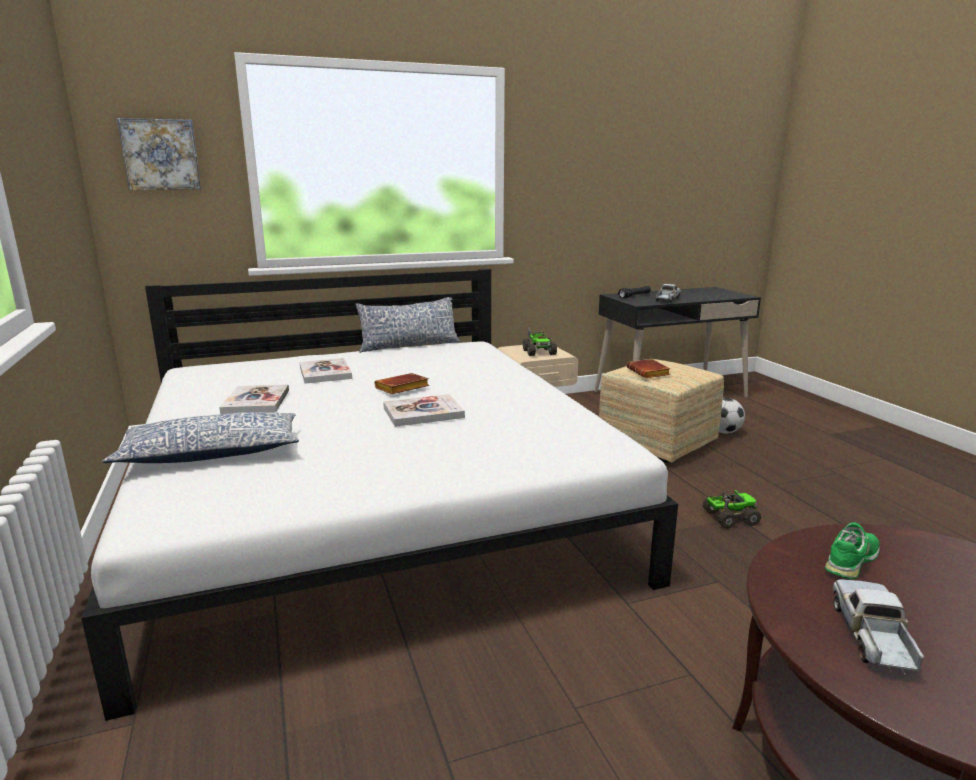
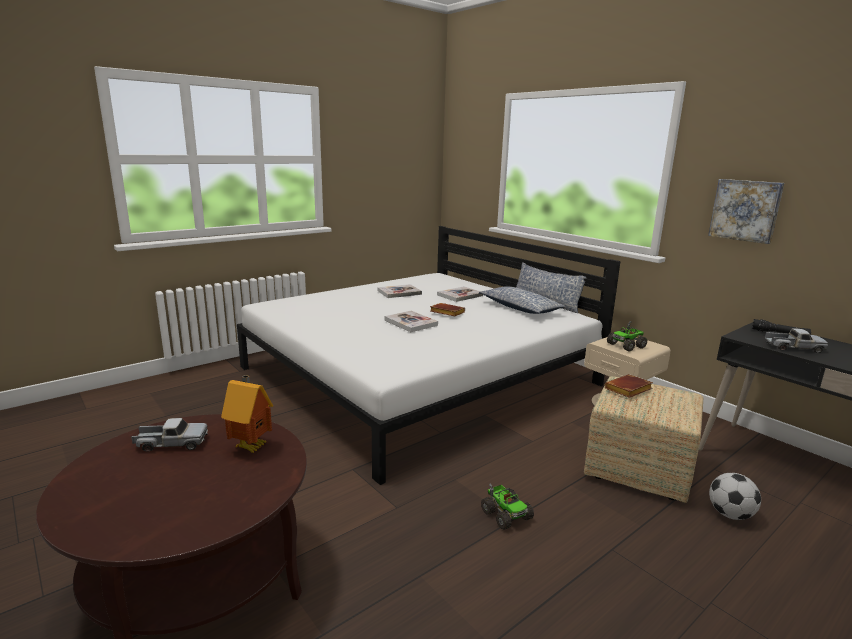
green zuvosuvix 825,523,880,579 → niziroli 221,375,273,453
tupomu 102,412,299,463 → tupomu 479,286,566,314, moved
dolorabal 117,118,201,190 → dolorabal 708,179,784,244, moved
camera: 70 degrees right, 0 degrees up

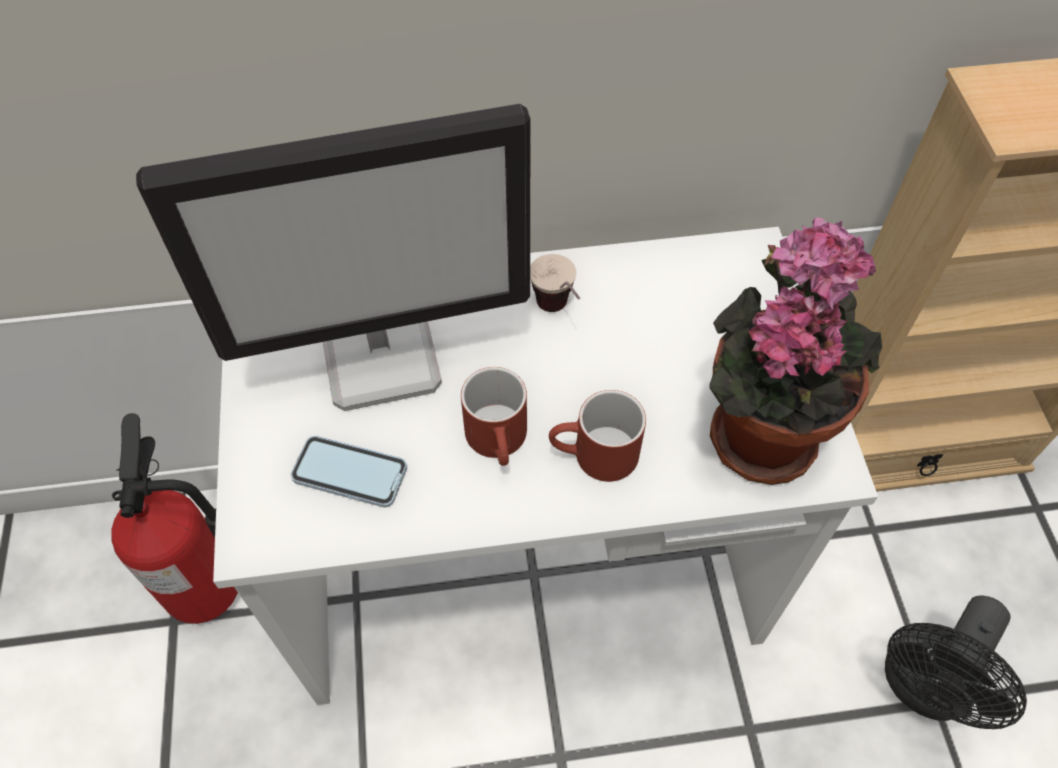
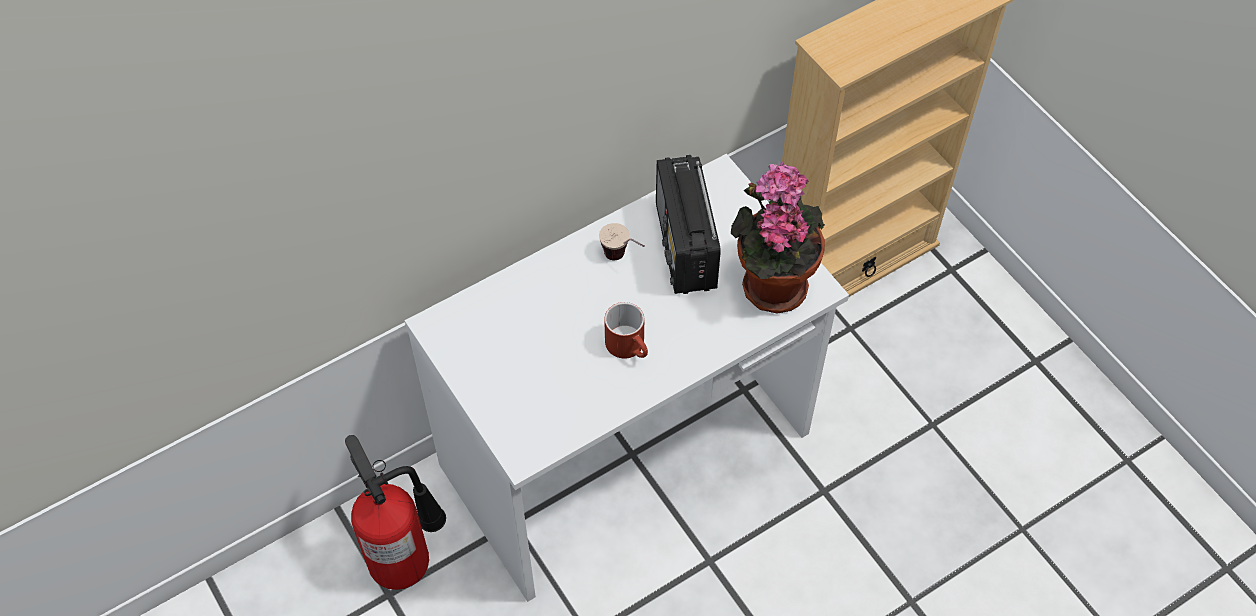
- → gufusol 656,155,721,294
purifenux 136,104,530,411 → -
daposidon 291,436,407,507 → -
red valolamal 549,390,646,482 → -
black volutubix 885,596,1027,729 → -
camera: 25 degrees left, 0 degrees up

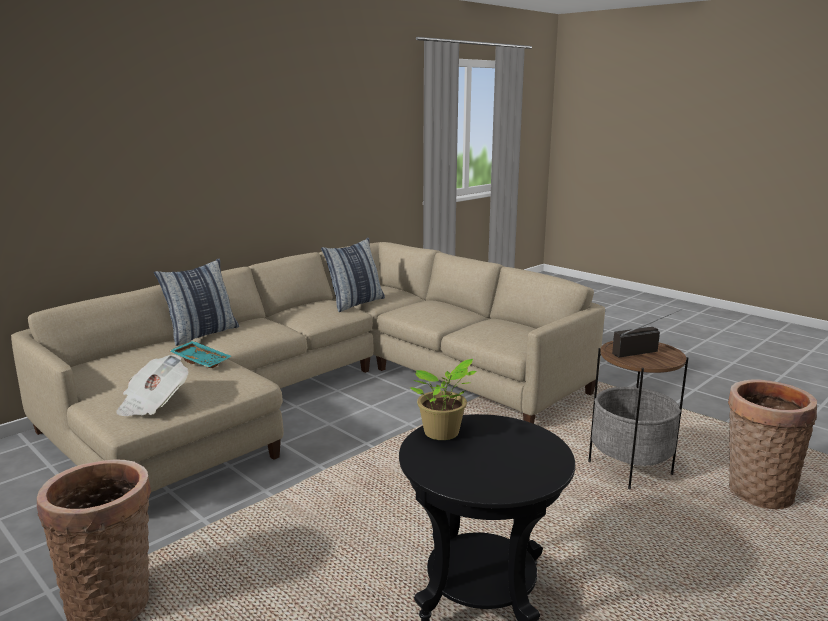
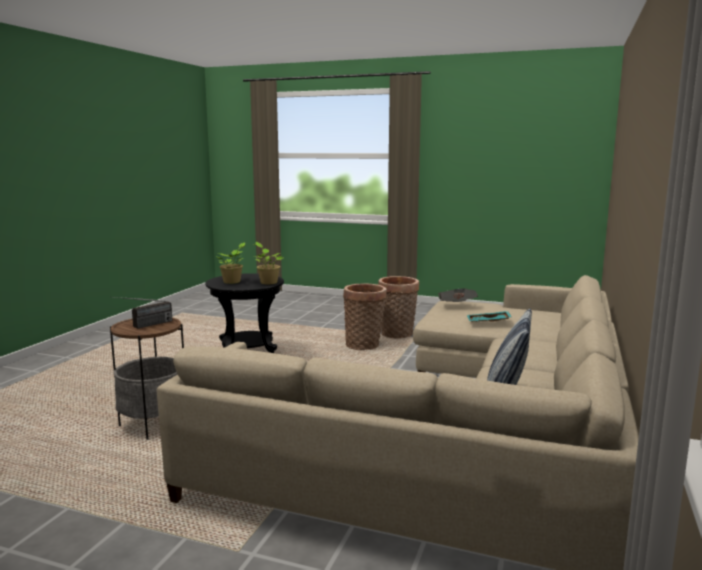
- → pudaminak 215,242,245,284
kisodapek 728,379,817,509 → kisodapek 343,283,387,350, moved
tupomu 154,258,239,346 → -
camera: 155 degrees right, 5 degrees down

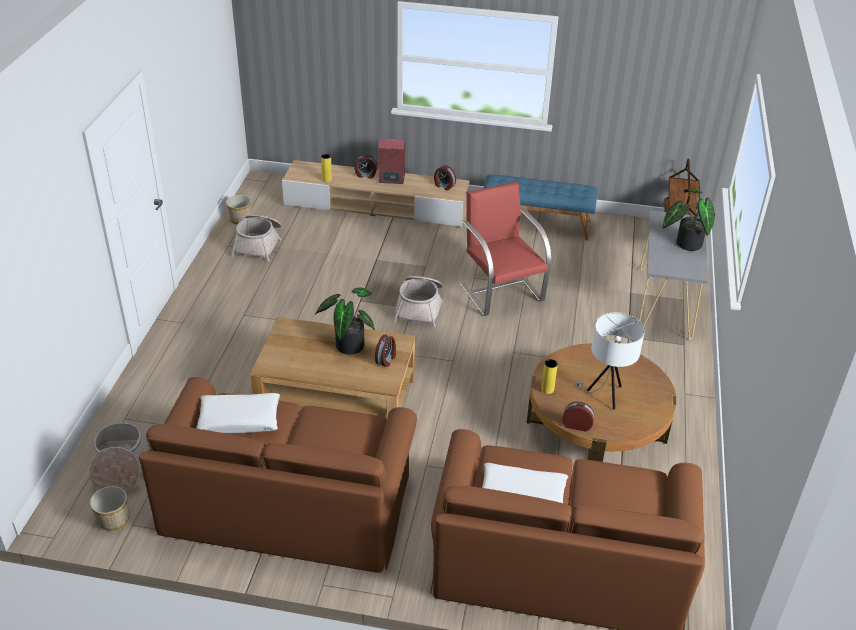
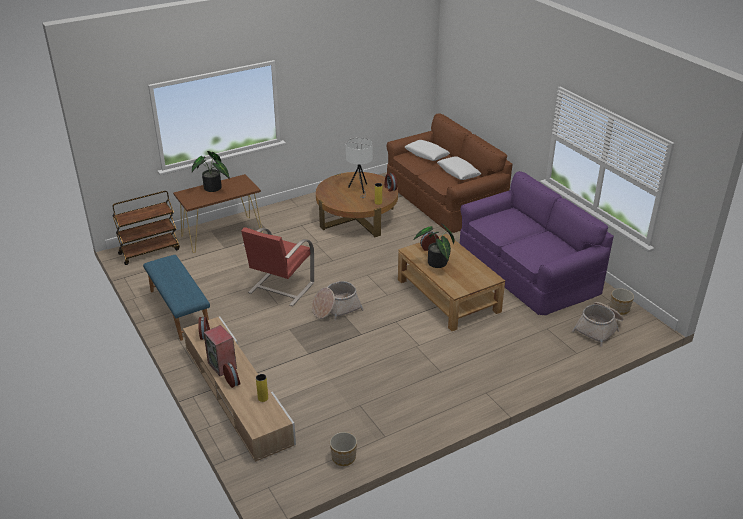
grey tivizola 639,210,708,339 → brown tivizola 173,174,263,253
white tupomu 197,393,280,433 → white tupomu 405,140,450,161, moved
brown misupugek 139,377,417,573 → purple misupugek 460,171,614,315
kisodapek 231,214,282,262 → -
camera: 130 degrees left, 5 degrees down

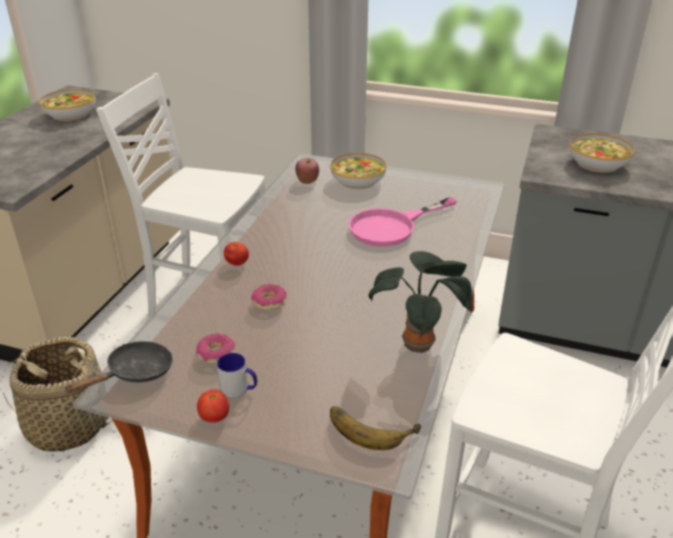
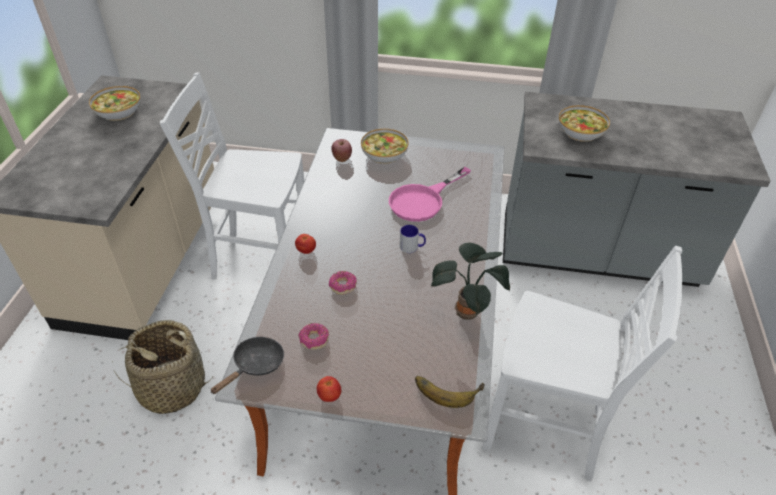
valolamal 217,353,257,398 → valolamal 400,225,426,253, moved
camera: 10 degrees left, 10 degrees up

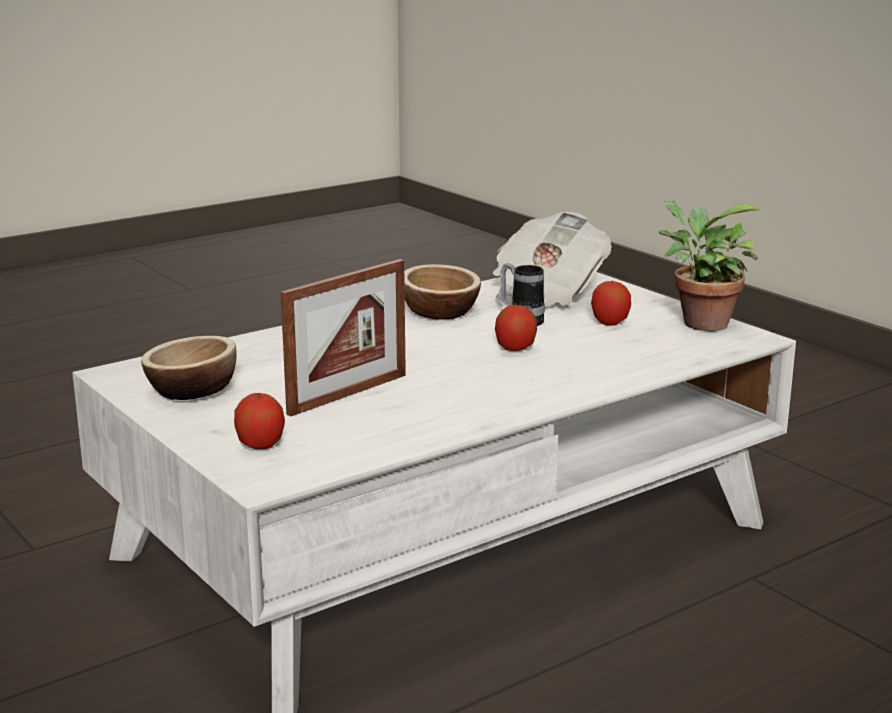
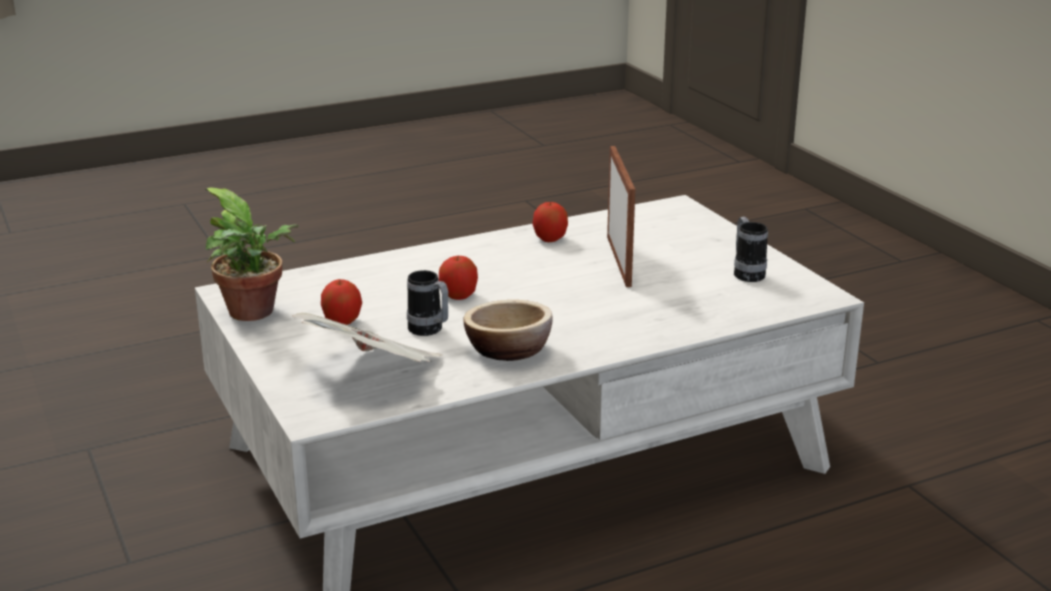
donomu 234,393,285,449 → donomu 533,202,568,242, moved
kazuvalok 281,259,406,417 → kazuvalok 607,146,635,287, 120 degrees clockwise
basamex 141,336,237,400 → valolamal 734,216,768,282
camera: 170 degrees left, 5 degrees up

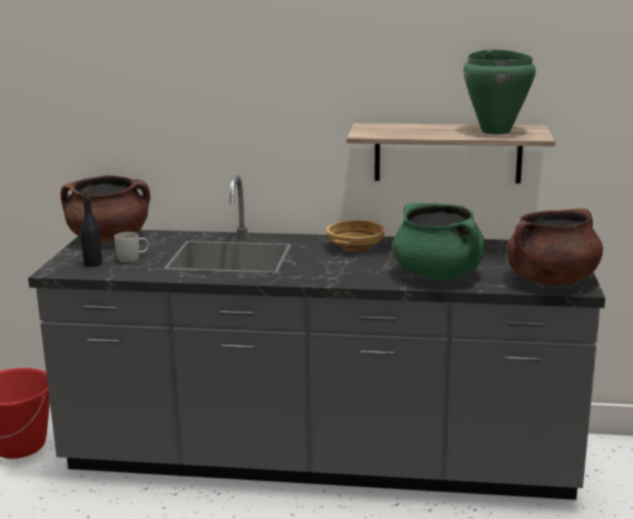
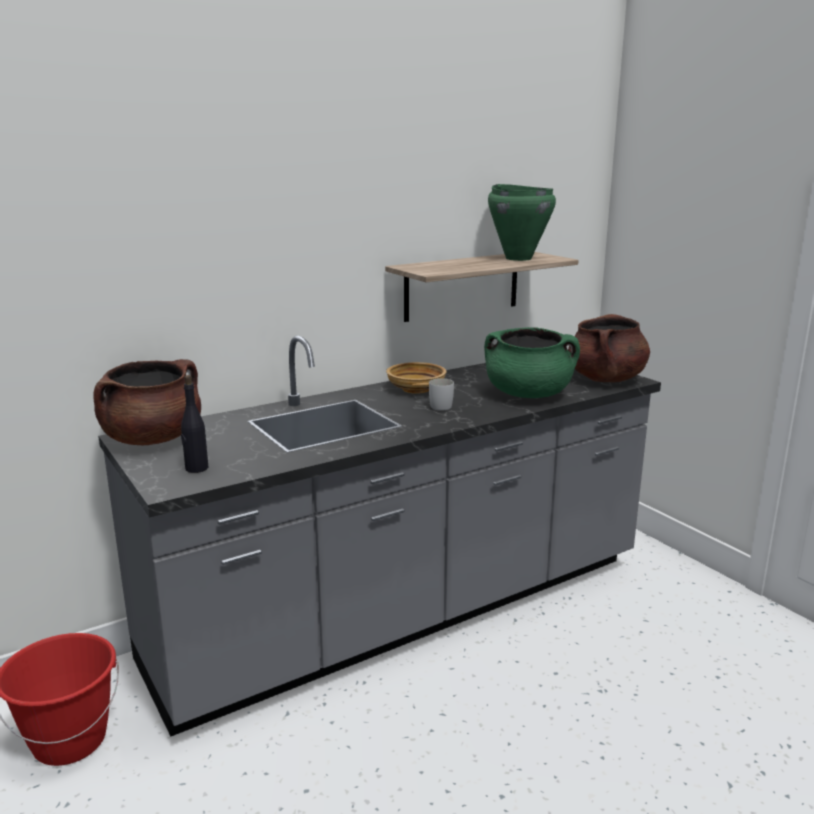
white valolamal 114,232,149,262 → white valolamal 429,378,454,411, moved
camera: 40 degrees left, 0 degrees up

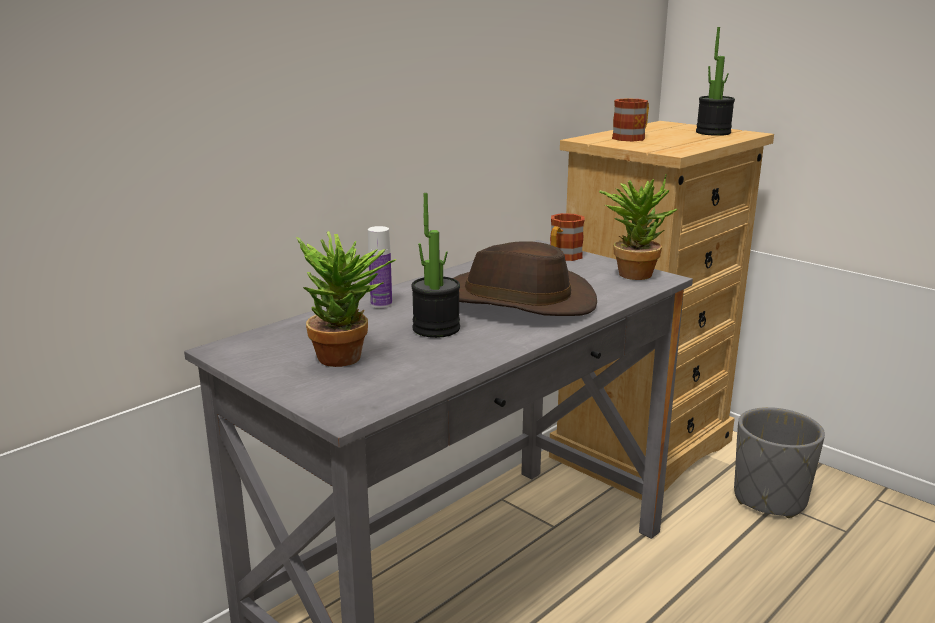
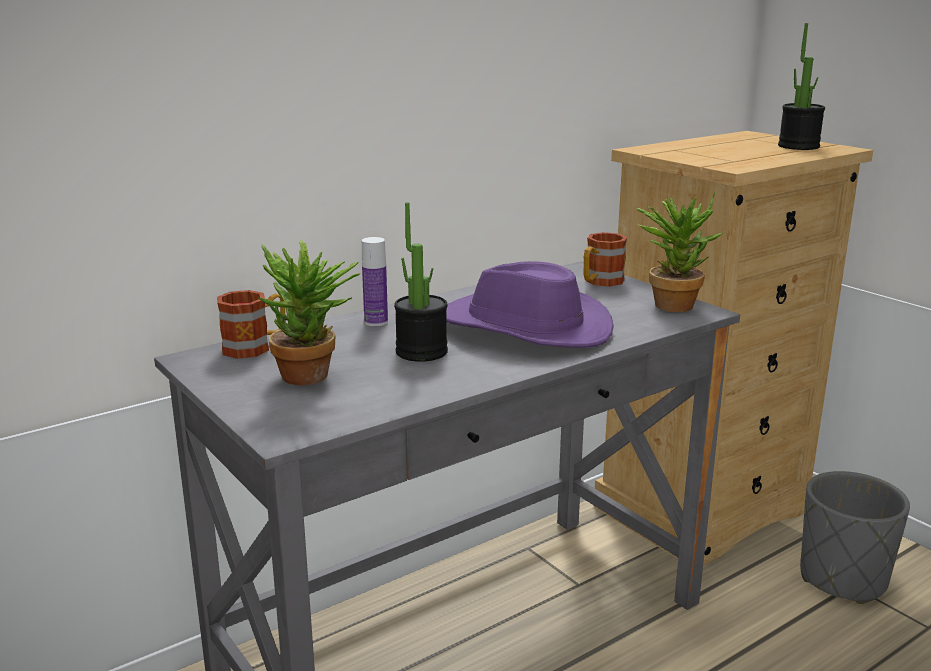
valolamal 612,98,649,141 → valolamal 217,290,286,359, moved
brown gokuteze 453,241,597,316 → purple gokuteze 446,261,614,348
camera: 10 degrees right, 0 degrees up

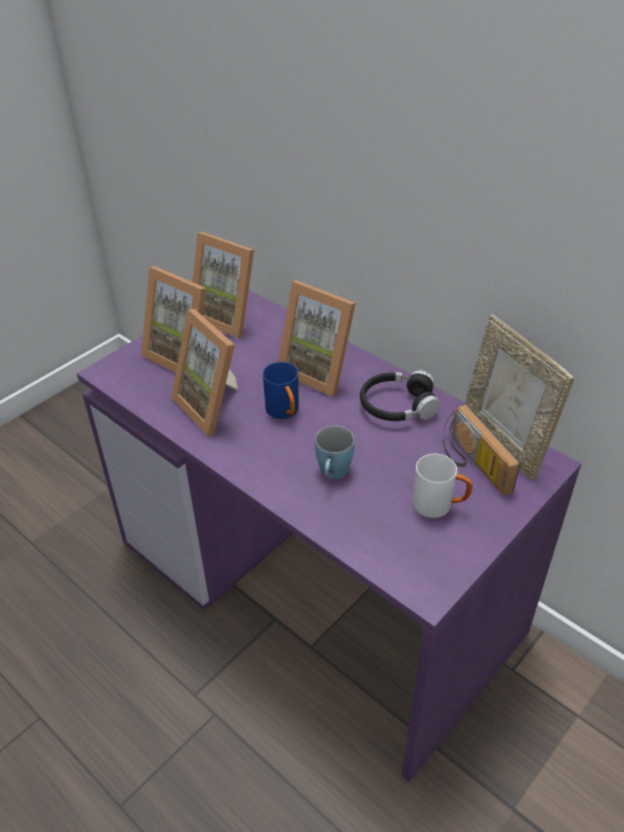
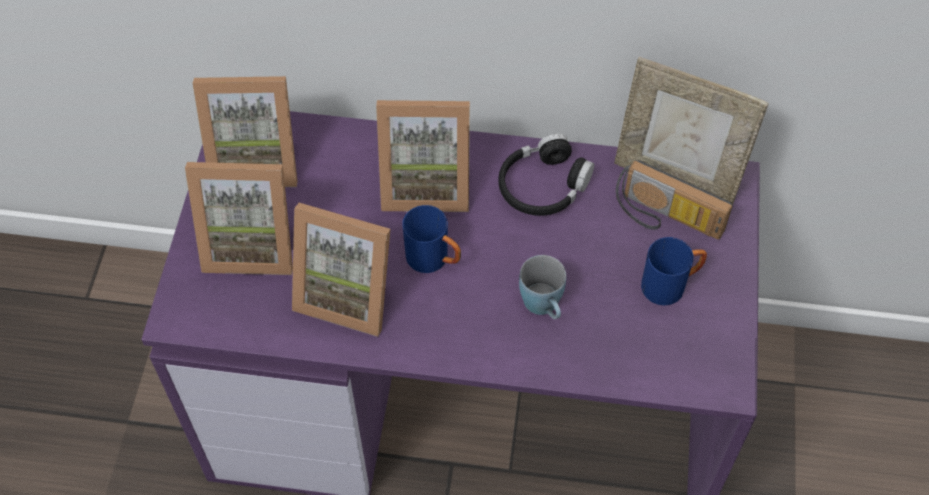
white valolamal 413,454,472,518 → blue valolamal 641,237,707,306
camera: 35 degrees left, 15 degrees up

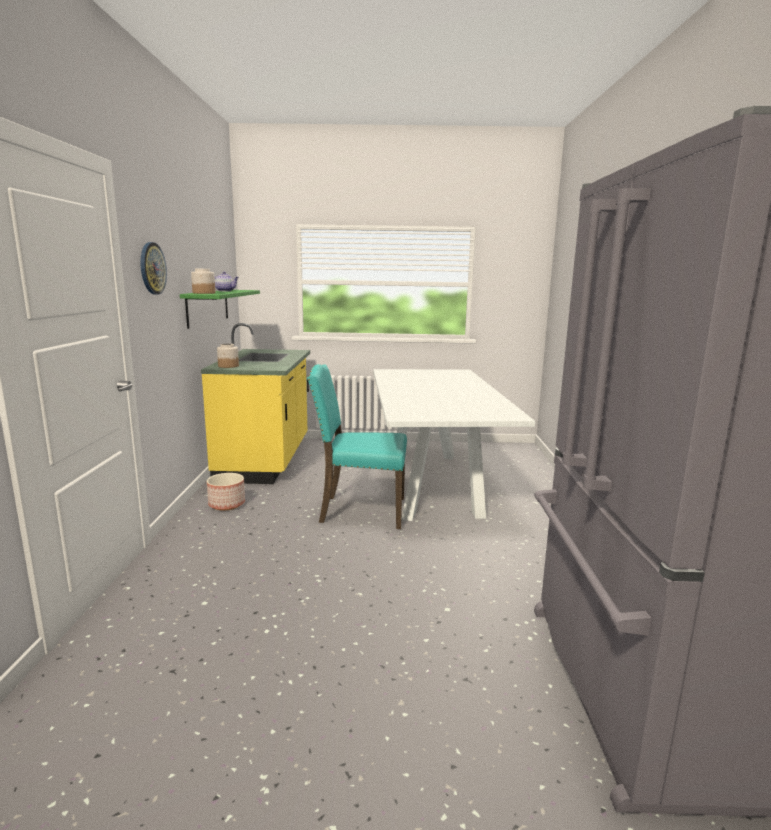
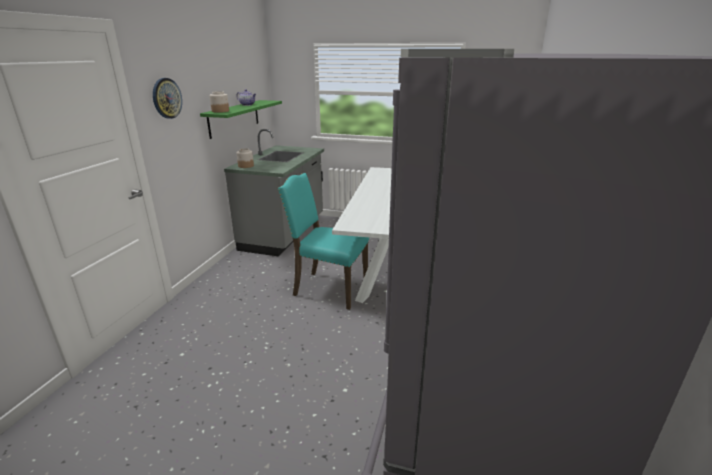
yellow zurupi 201,323,310,484 → grey zurupi 224,129,324,257
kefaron 207,473,245,511 → -
camera: 15 degrees right, 10 degrees up

